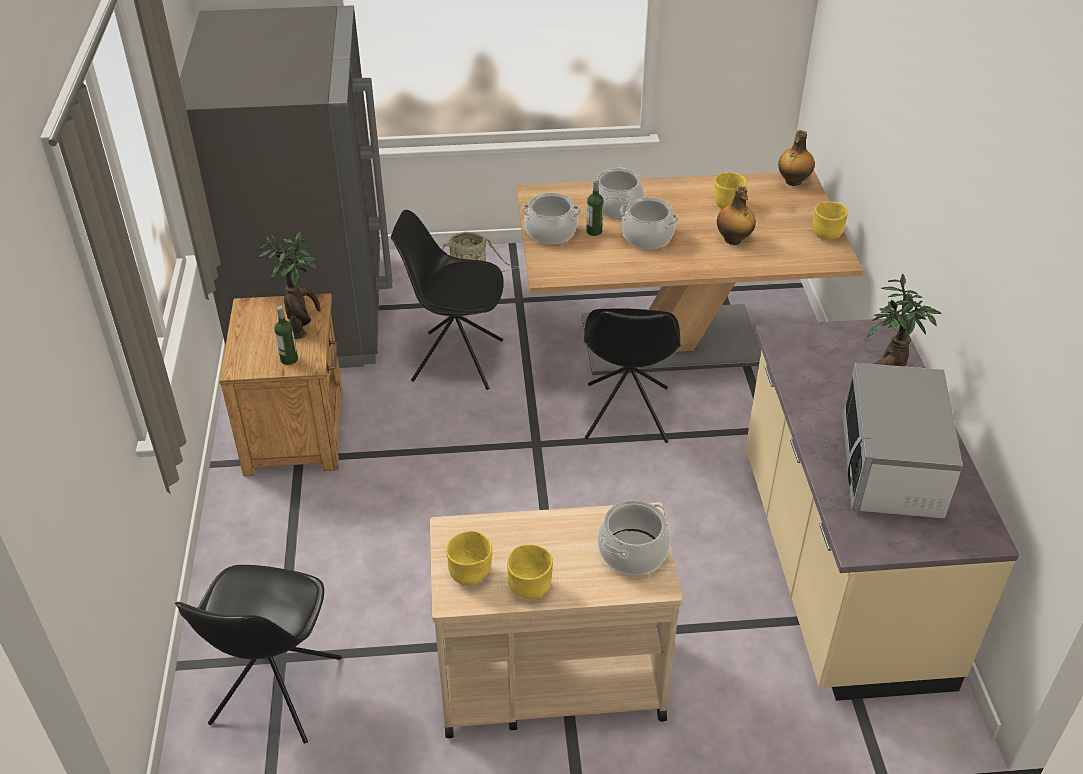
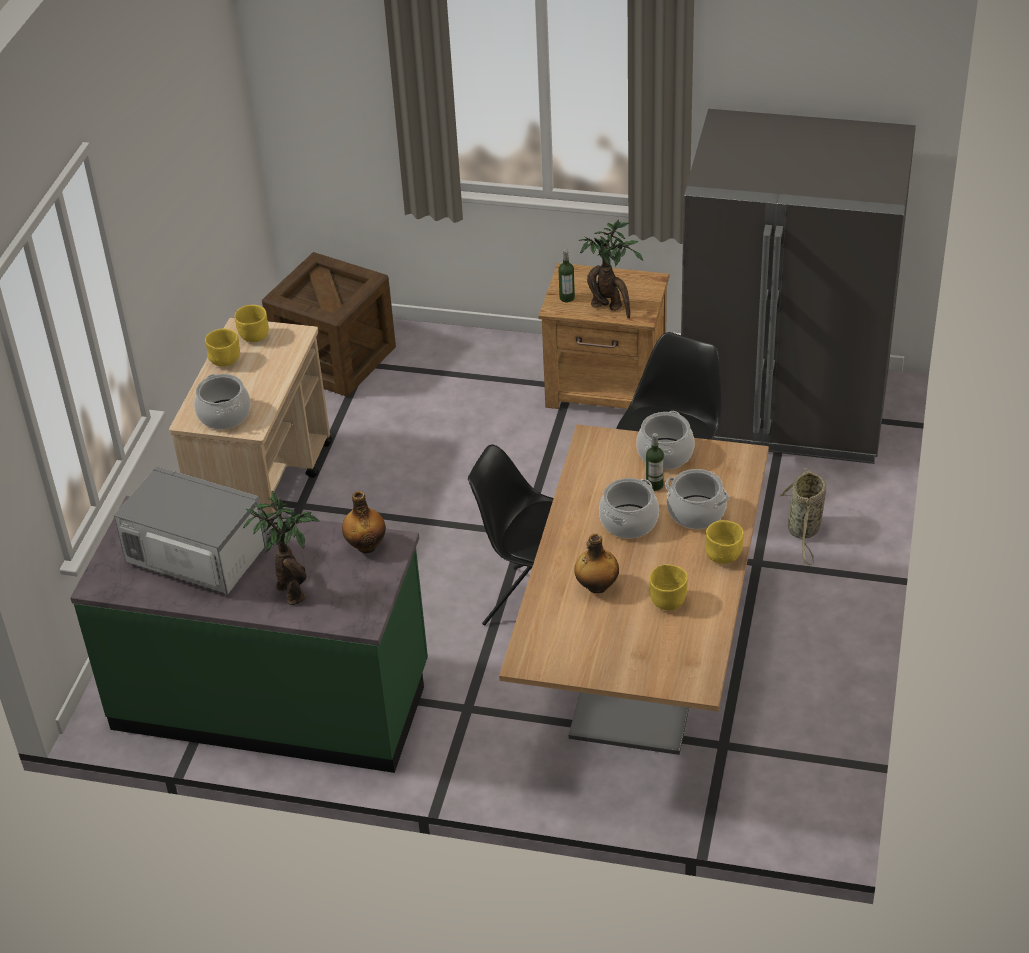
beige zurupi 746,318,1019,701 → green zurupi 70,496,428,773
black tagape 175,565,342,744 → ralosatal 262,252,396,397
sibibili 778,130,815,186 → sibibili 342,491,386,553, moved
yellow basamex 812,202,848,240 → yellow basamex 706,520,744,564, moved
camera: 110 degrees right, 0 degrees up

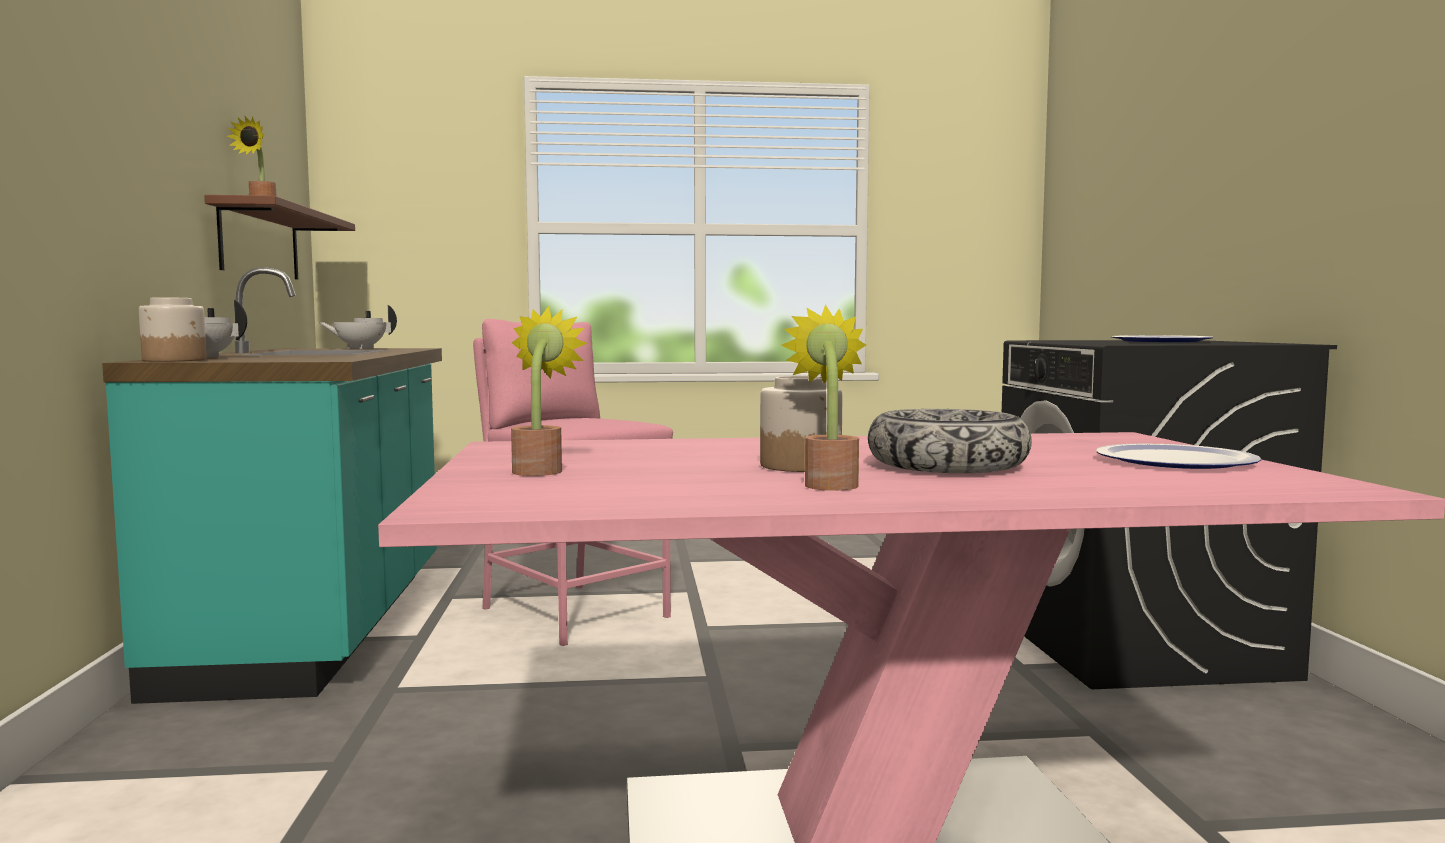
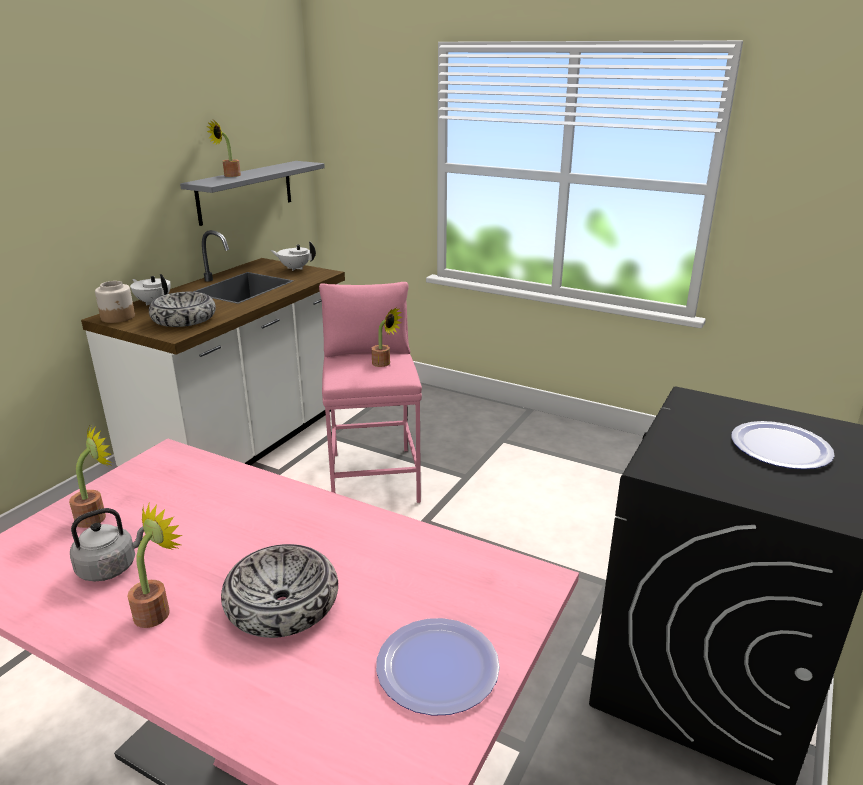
- → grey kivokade 70,508,144,581
turquoise zurupi 102,267,442,704 → white zurupi 81,230,345,466
- → basamex 149,292,216,327
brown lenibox 205,195,355,280 → grey lenibox 180,161,325,226
- → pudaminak 371,307,402,367
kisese 760,376,842,472 → -
camera: 35 degrees right, 20 degrees up

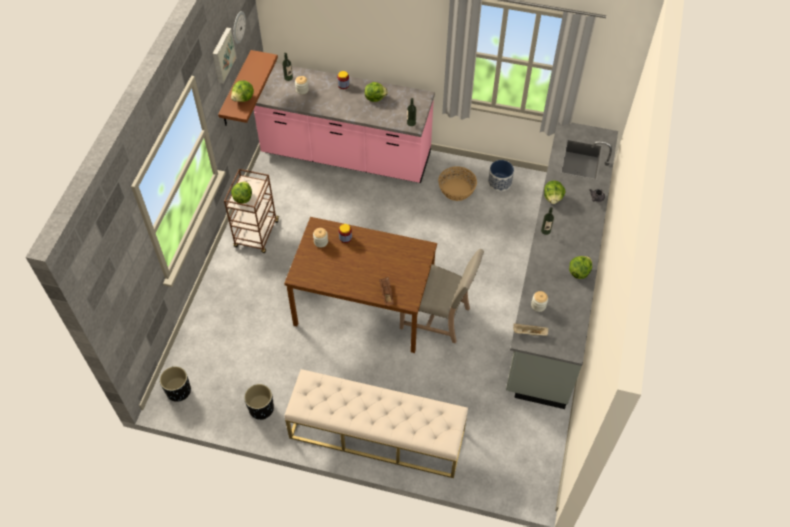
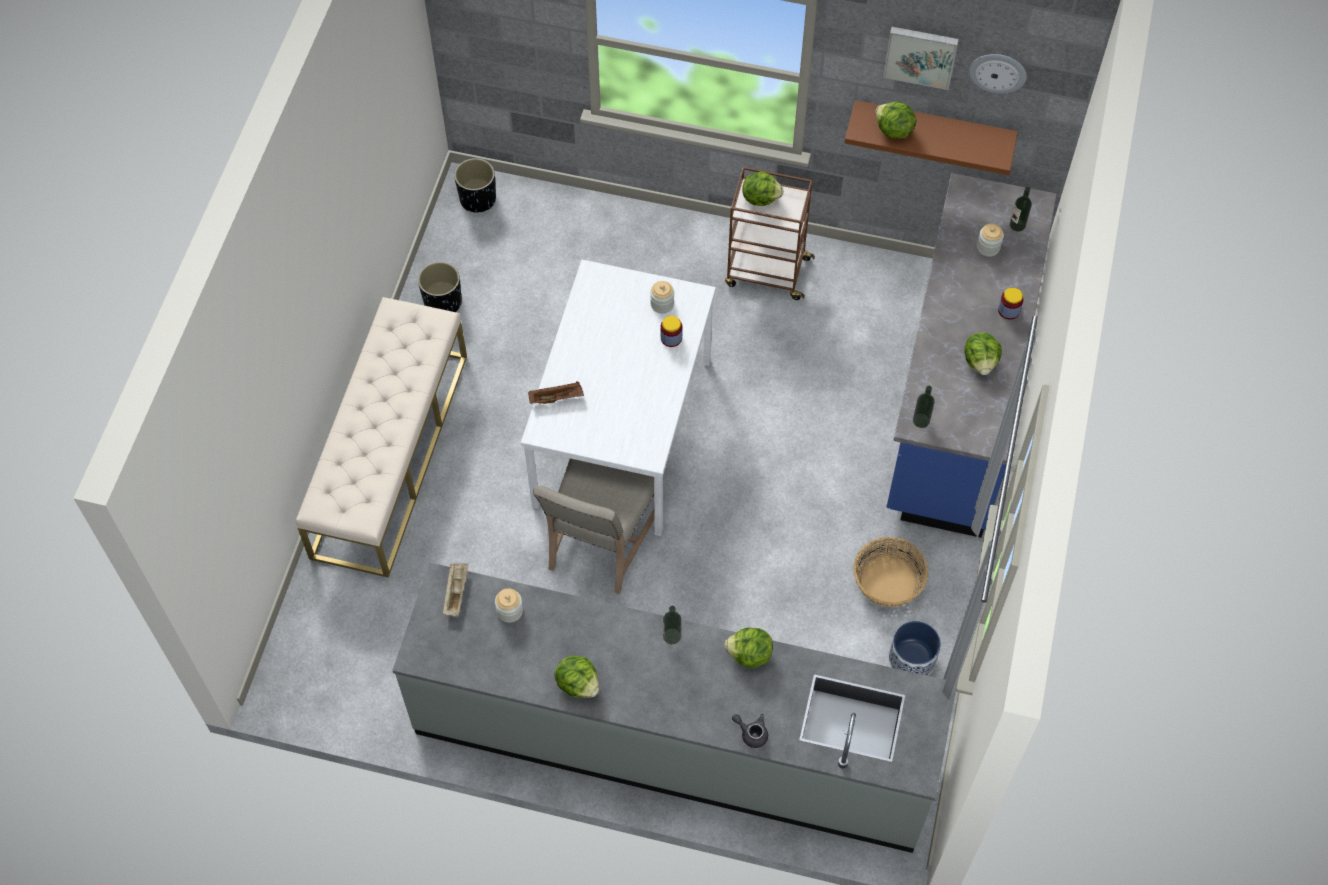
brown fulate 284,217,437,353 → white fulate 521,260,716,536
pink zurupi 254,63,435,183 → blue zurupi 887,173,1057,538
camera: 90 degrees right, 5 degrees up

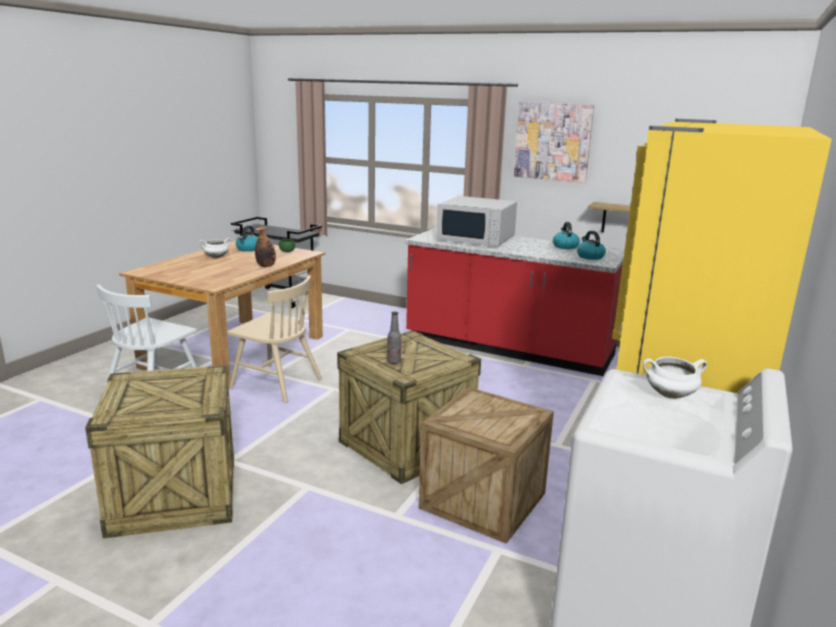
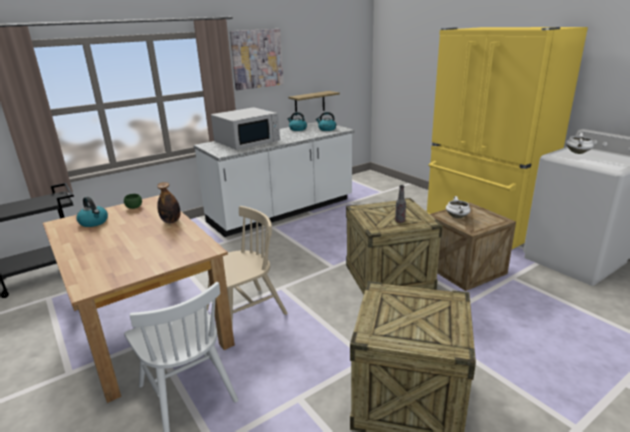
red zurupi 405,227,625,376 → white zurupi 194,122,355,237
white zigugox 199,238,231,258 → white zigugox 446,196,471,218, moved
camera: 60 degrees left, 5 degrees up

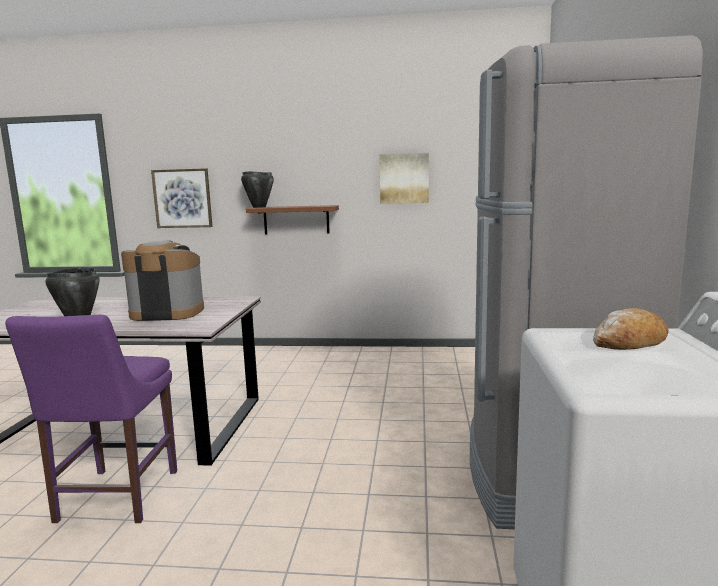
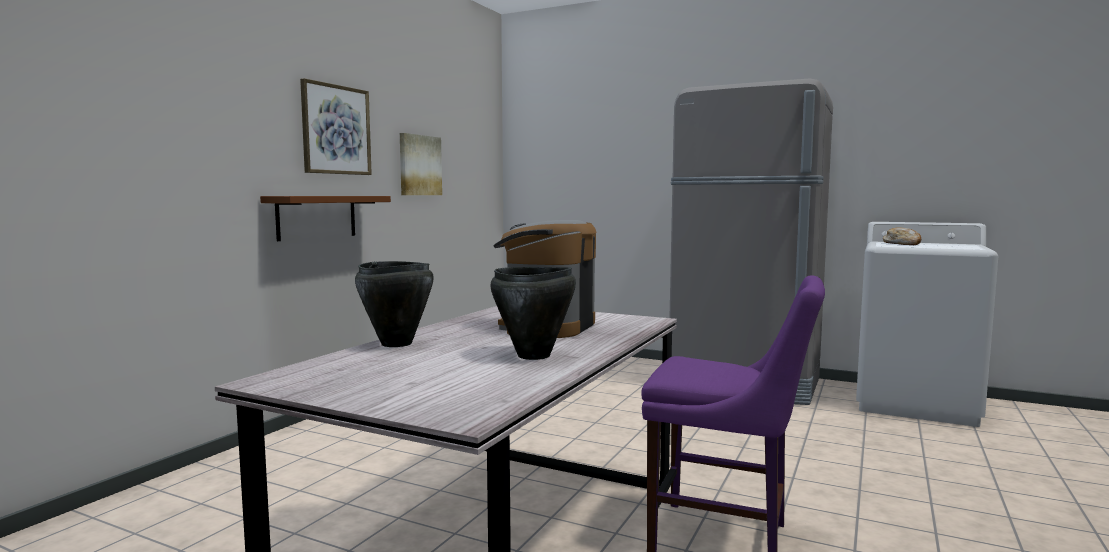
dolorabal 151,168,213,228 → dolorabal 300,78,372,175, moved
black zigugox 241,171,274,208 → black zigugox 355,261,434,347, moved
camera: 70 degrees left, 5 degrees down

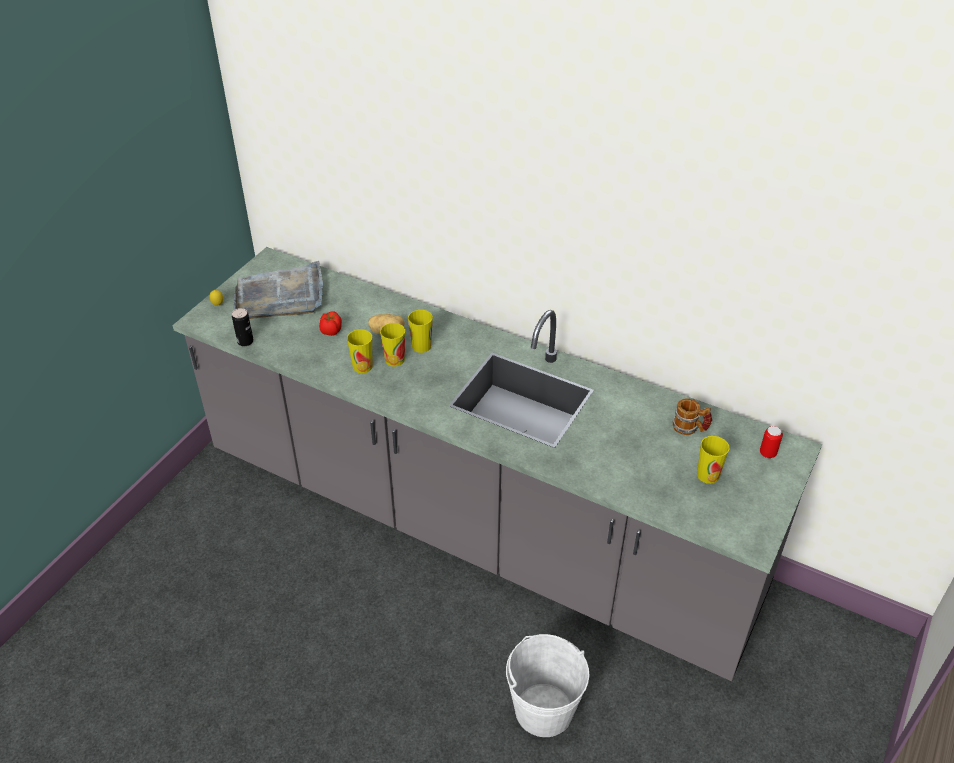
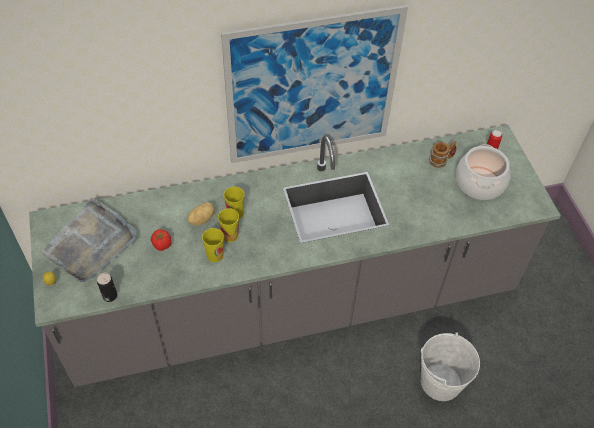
- → dolorabal 221,5,408,163
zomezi 697,436,729,484 → zigugox 456,144,511,200
camera: 45 degrees left, 10 degrees up

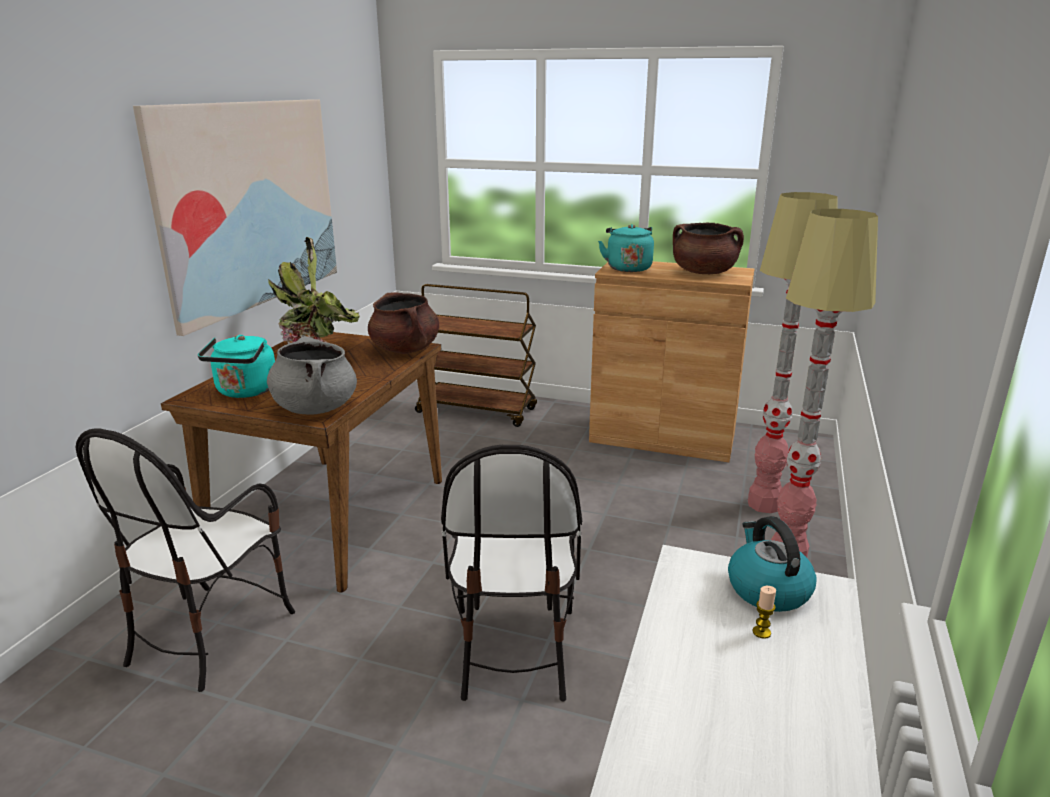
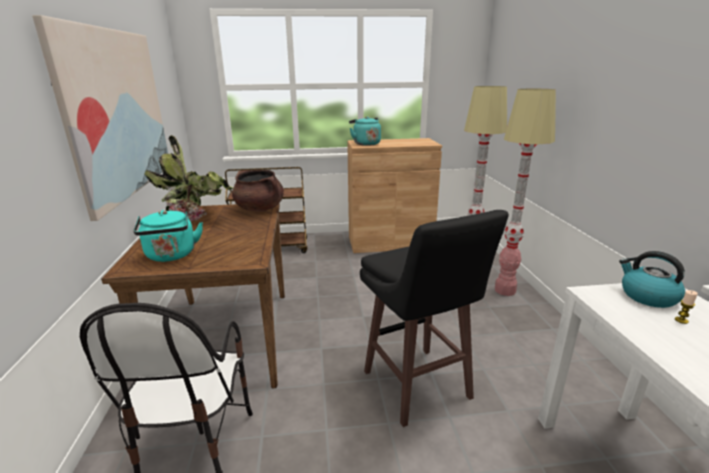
tagape 441,445,583,702 → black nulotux 360,210,509,427
grey zigugox 267,336,357,414 → -
brown zigugox 673,223,744,274 → -
camera: 25 degrees left, 0 degrees up

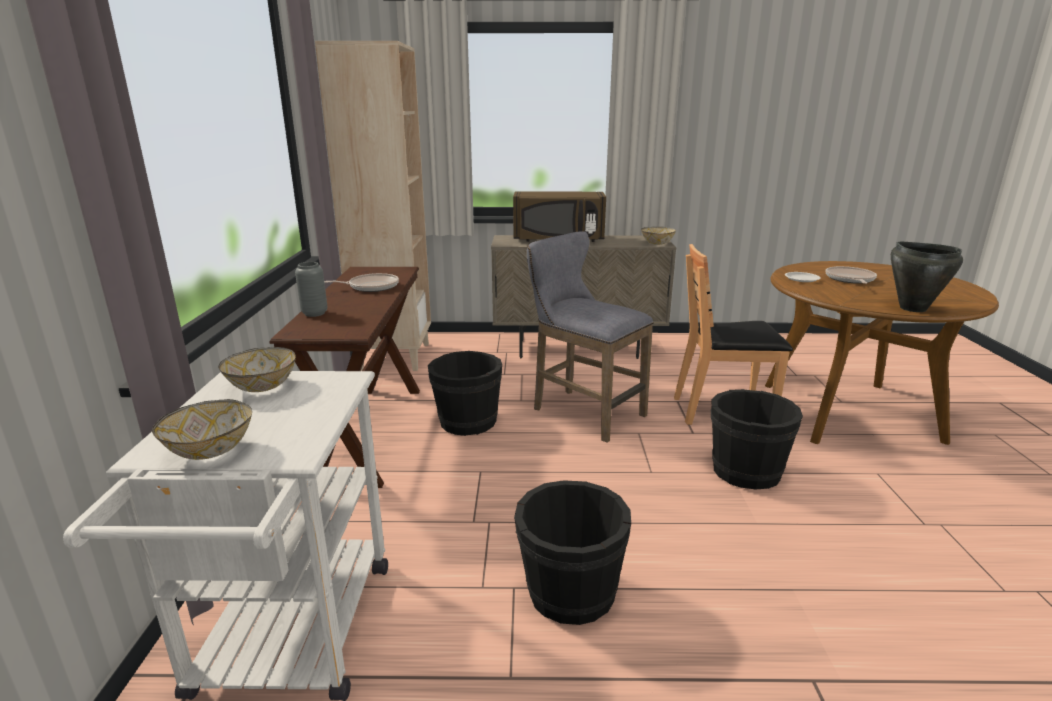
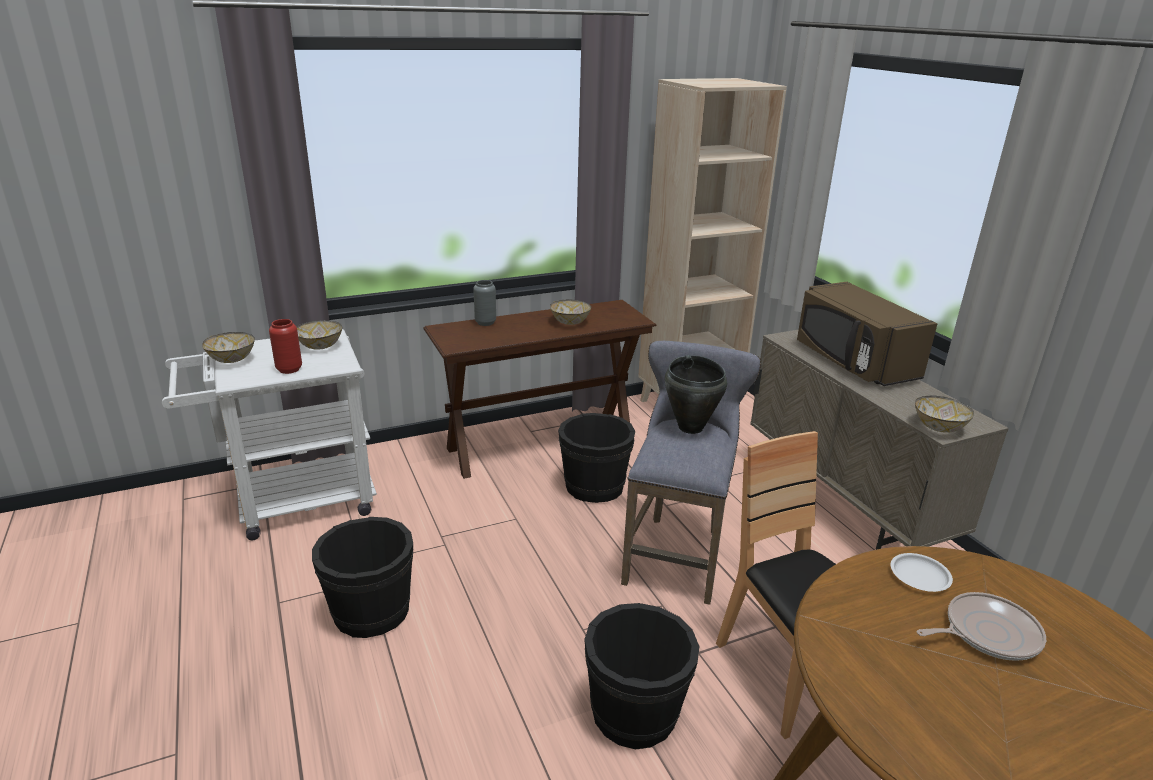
- → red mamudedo 269,319,302,374
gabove 324,273,399,292 → basamex 550,299,591,325
black zigugox 891,242,963,312 → black zigugox 665,355,727,434, moved
camera: 65 degrees right, 5 degrees up

